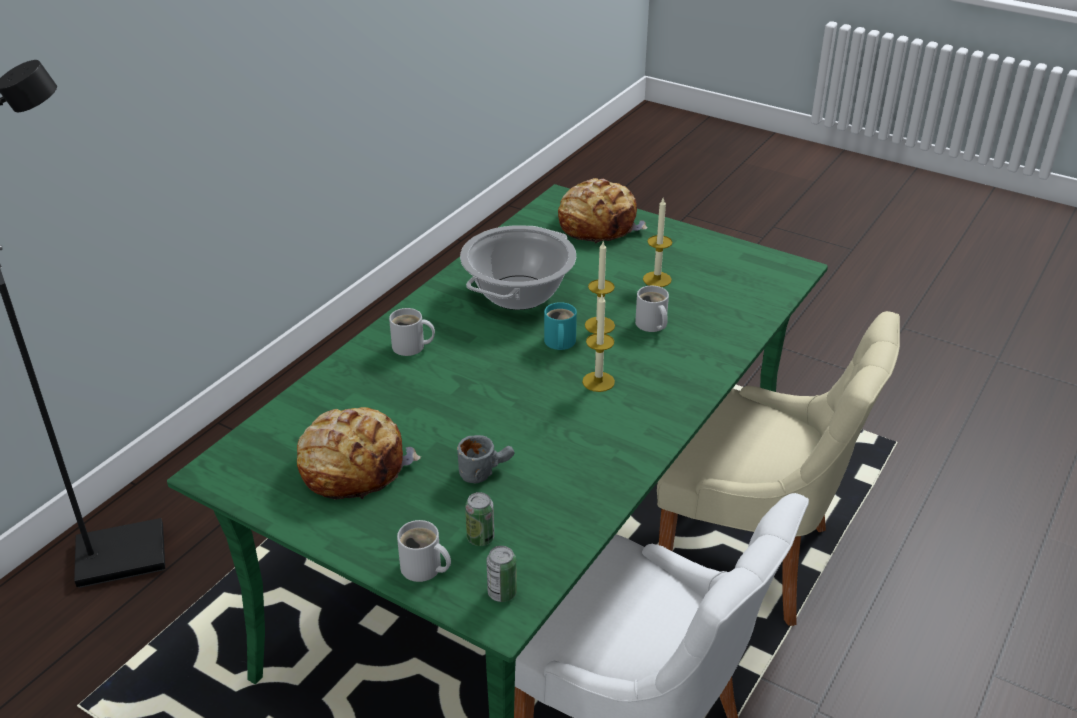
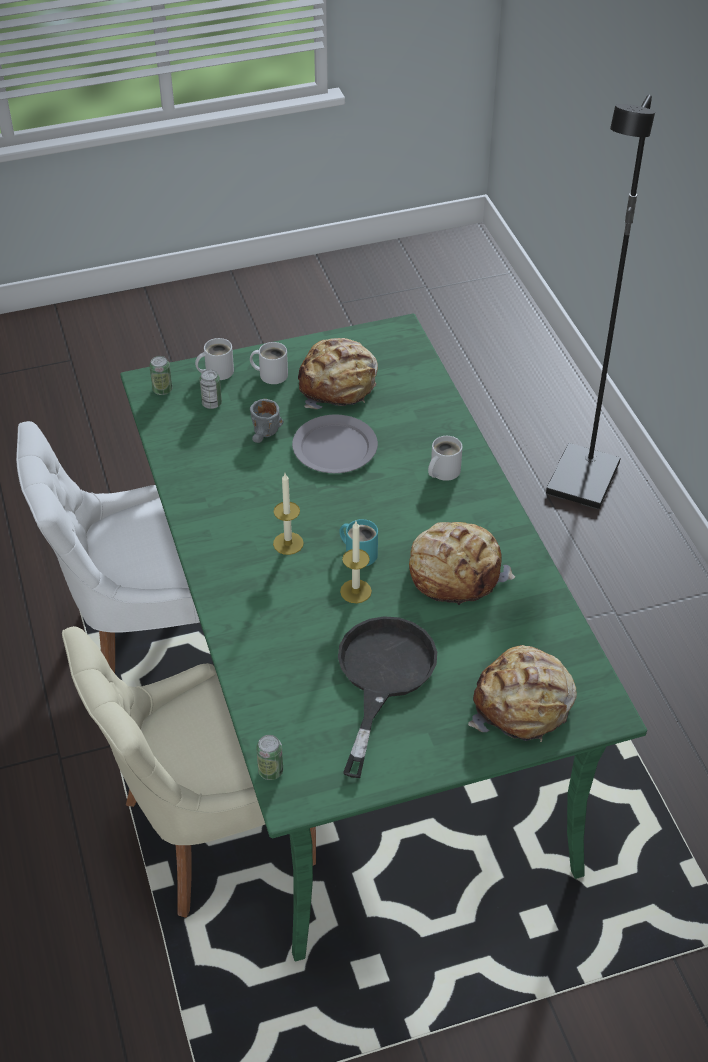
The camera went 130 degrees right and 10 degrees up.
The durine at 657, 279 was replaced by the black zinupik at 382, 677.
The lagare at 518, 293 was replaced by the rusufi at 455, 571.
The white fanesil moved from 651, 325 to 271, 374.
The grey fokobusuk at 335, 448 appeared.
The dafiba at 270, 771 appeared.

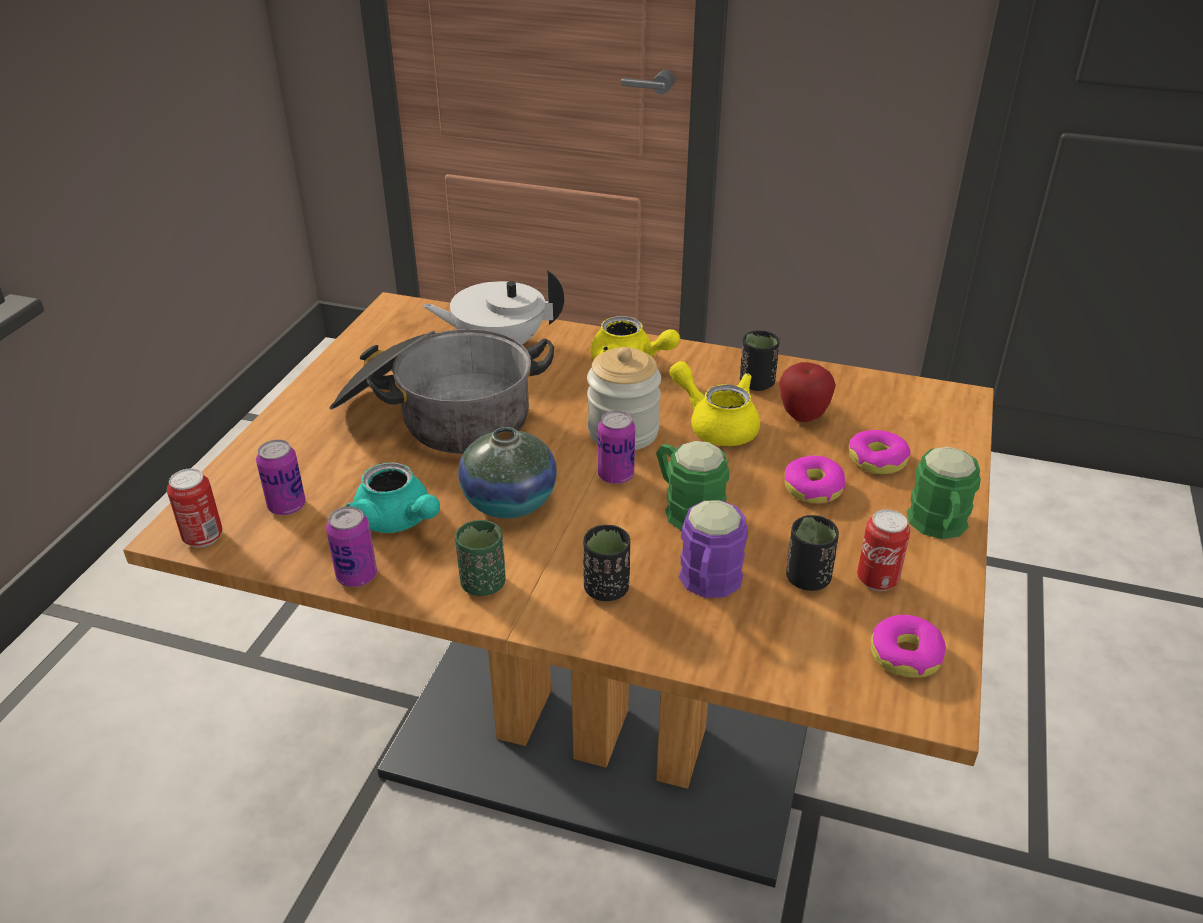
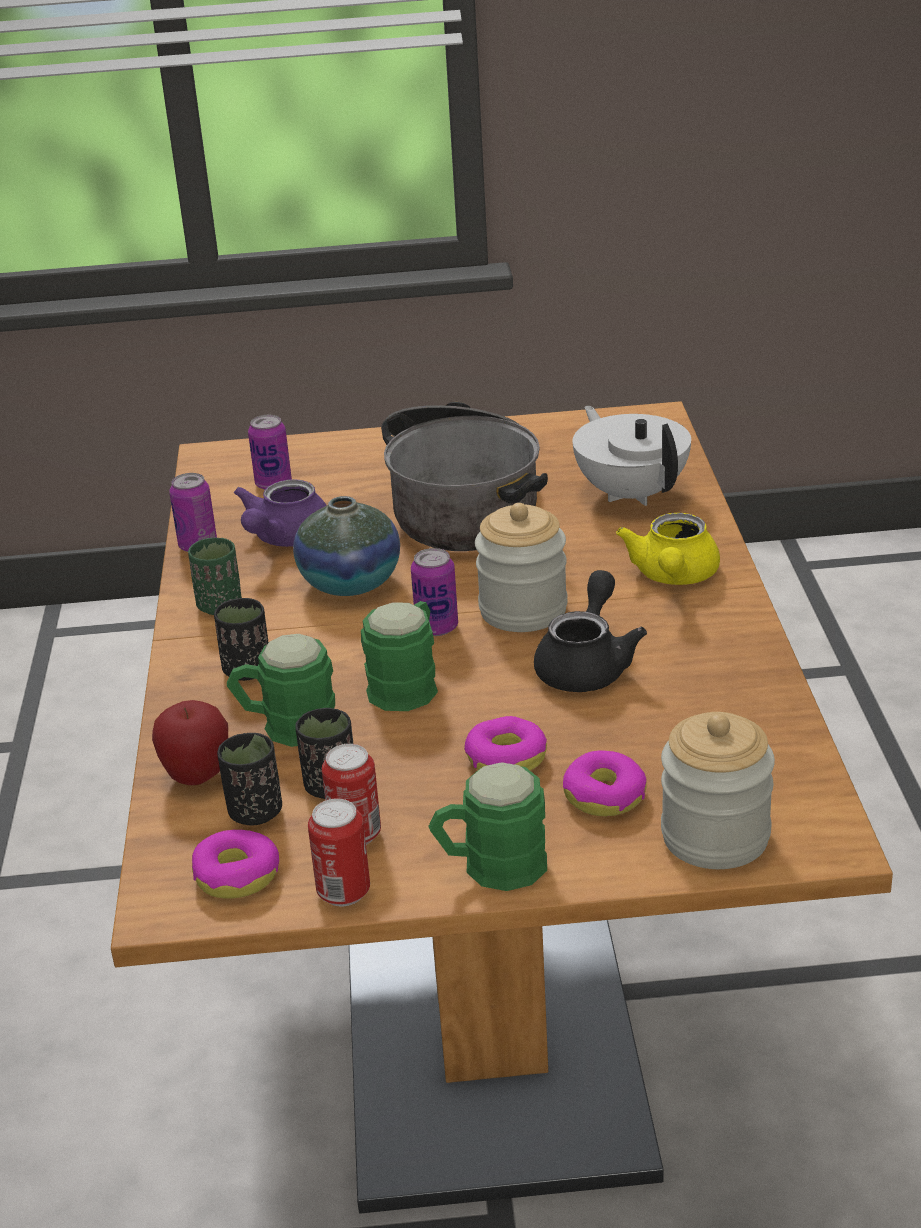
The camera went 70 degrees right and 5 degrees down.
The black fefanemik moved from 756, 383 to 255, 812.
The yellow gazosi at 716, 425 became the black gazosi at 587, 665.
The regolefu moved from 802, 416 to 197, 777.
The turquoise gazosi at 398, 521 became the purple gazosi at 284, 539.
The dafiba moved from 203, 537 to 343, 892.
The purple fanesil at 708, 584 became the green fanesil at 286, 726.
The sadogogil at 715, 836 appeared.

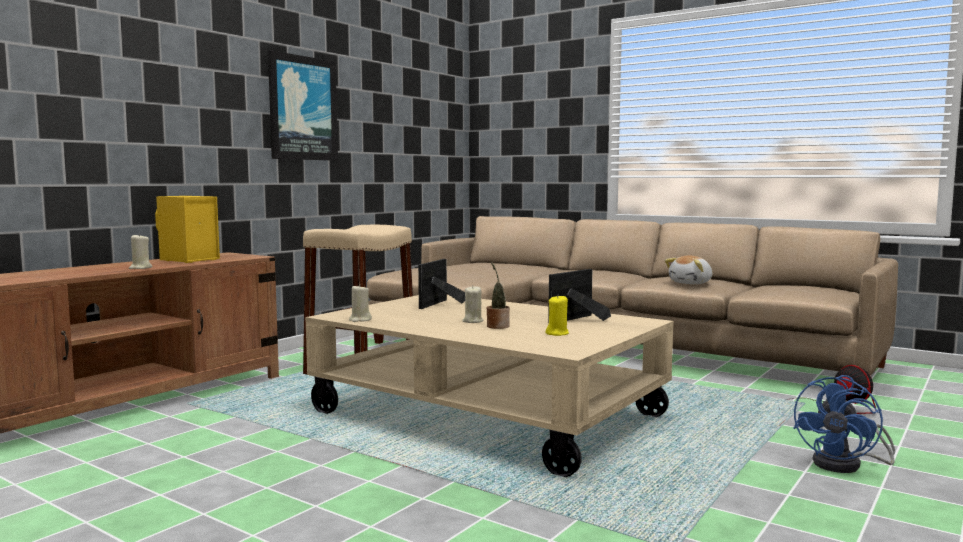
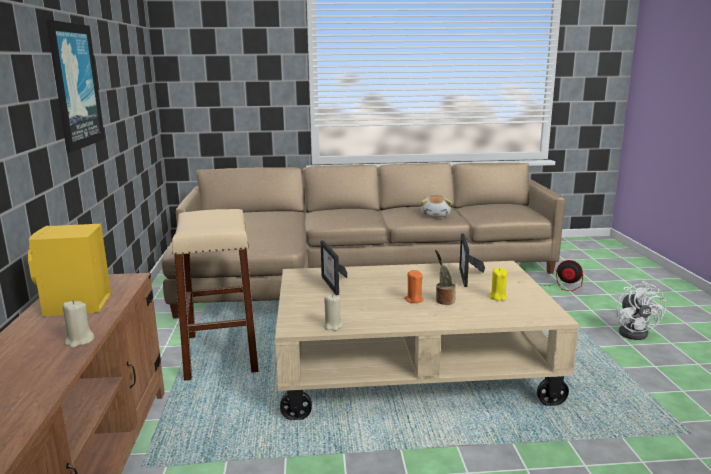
The camera went 40 degrees left and 10 degrees up.
The beige durine at 472, 321 became the orange durine at 413, 300.
The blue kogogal at 846, 465 became the white kogogal at 635, 332.

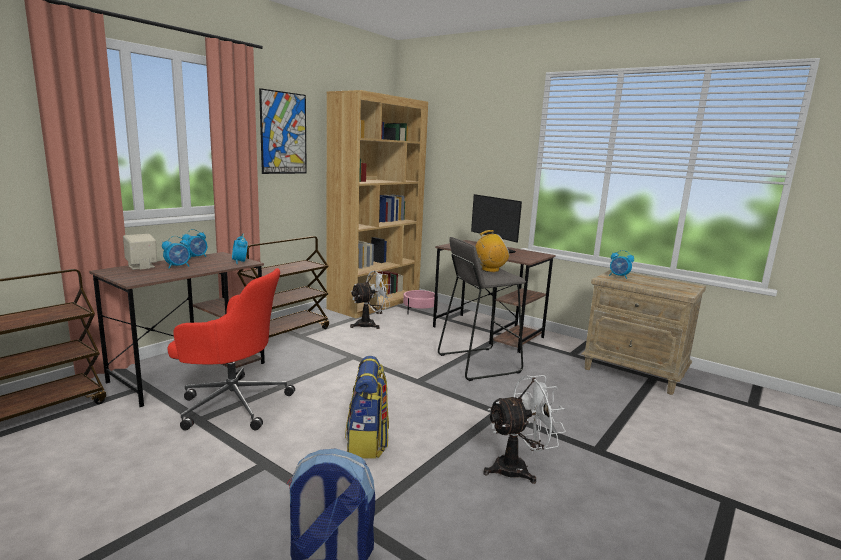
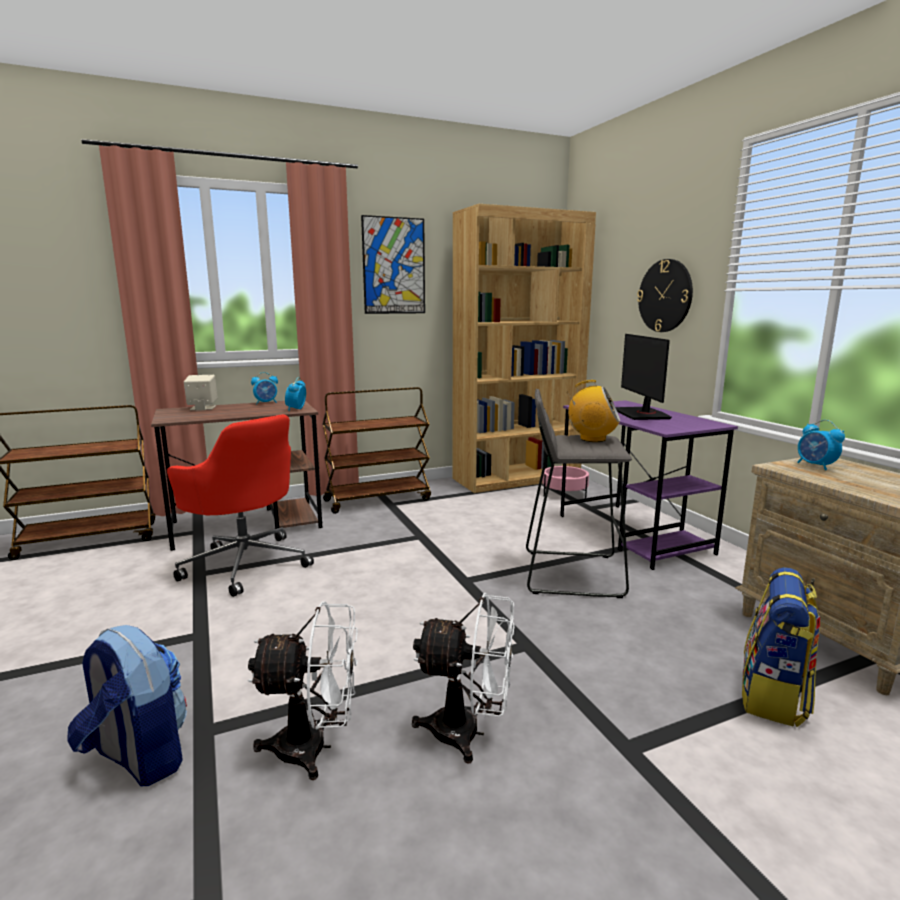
The camera went 30 degrees right and 0 degrees up.
The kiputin at 178, 266 disappeared.
The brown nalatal at 488, 332 became the purple nalatal at 633, 534.
The white kogogal moved from 370, 324 to 315, 748.
The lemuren moved from 367, 443 to 774, 697.
The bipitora at 665, 296 appeared.

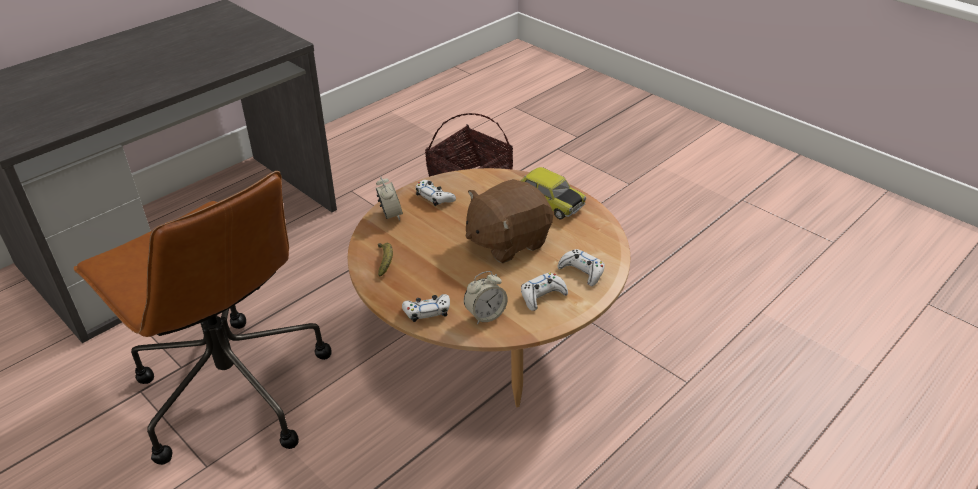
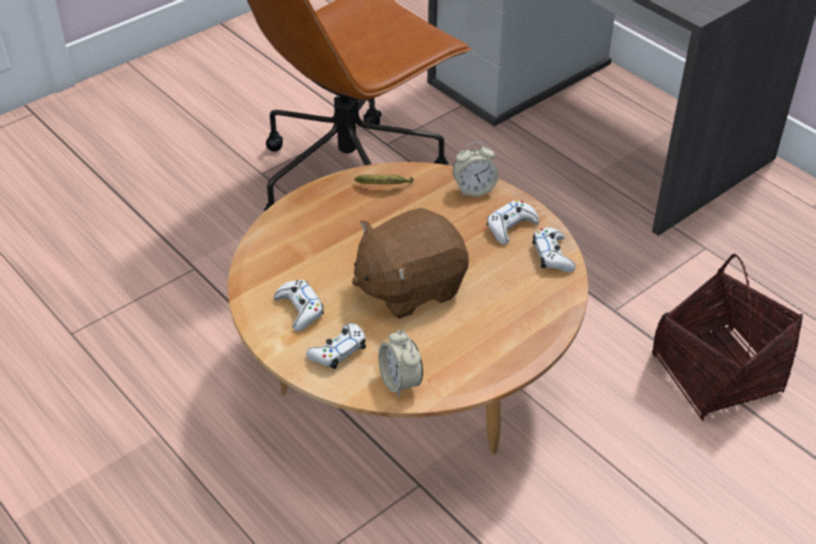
The camera went 95 degrees right and 5 degrees up.
The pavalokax at 549, 203 disappeared.
The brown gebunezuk at 507, 241 turned 90 degrees counterclockwise.
The kiputin moved from 485, 315 to 400, 382.
The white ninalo moved from 427, 311 to 552, 256.

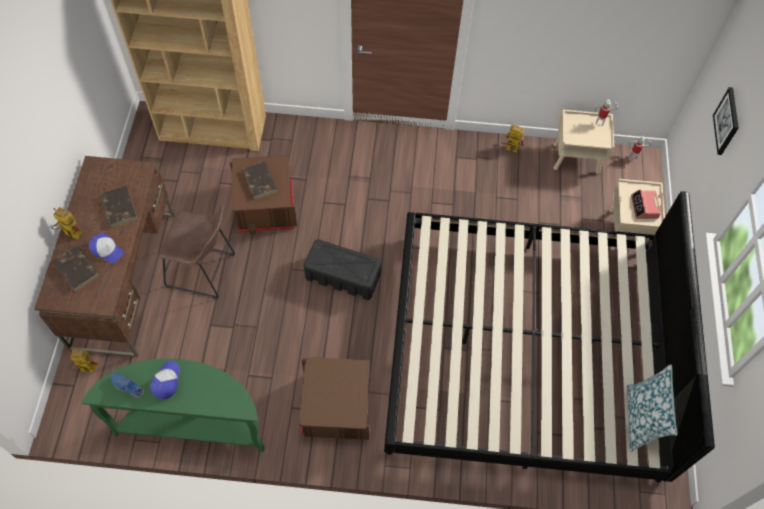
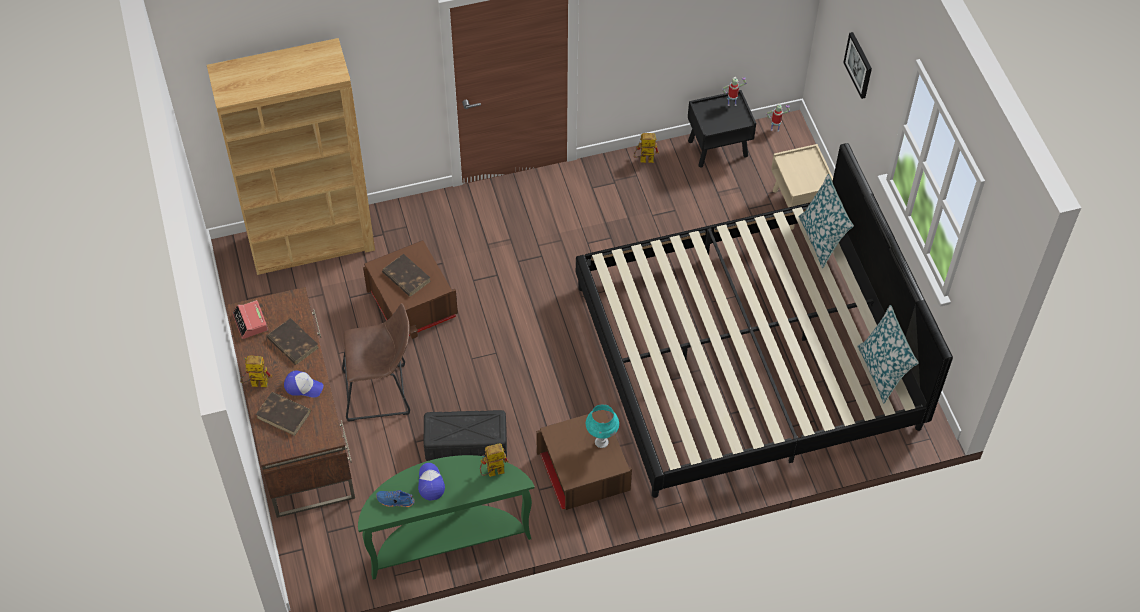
The camera went 20 degrees left and 5 degrees down.
The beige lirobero at 577, 158 became the black lirobero at 718, 148.
The kiputin moved from 644, 207 to 250, 322.
The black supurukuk moved from 342, 276 to 465, 444.
The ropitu moved from 85, 368 to 492, 473.
The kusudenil at 821, 239 appeared.
The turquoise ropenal at 601, 442 appeared.

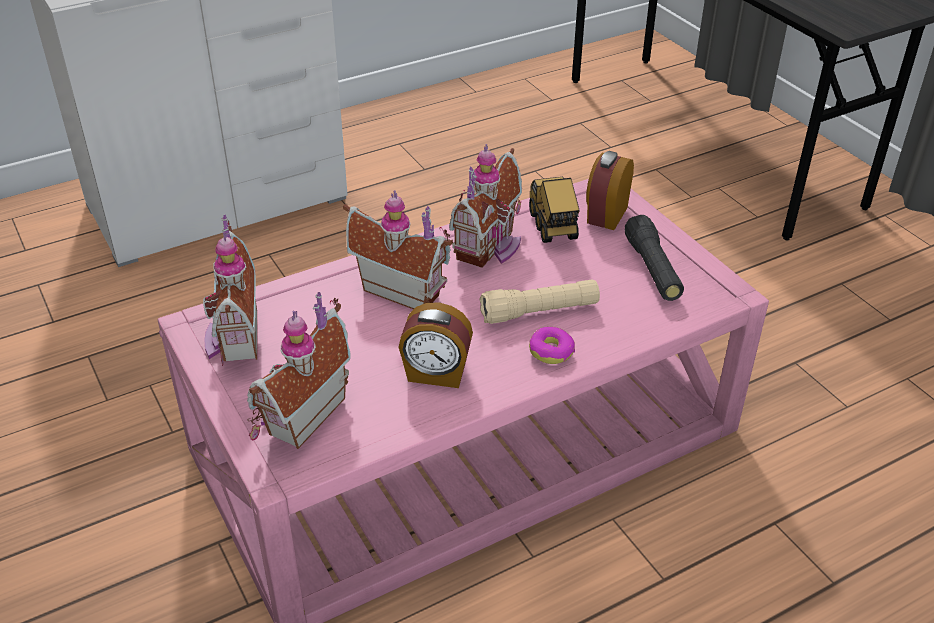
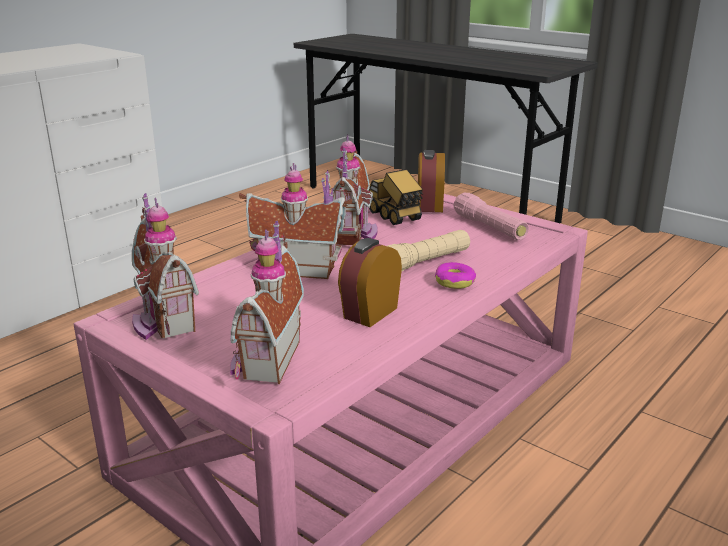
The camera went 20 degrees left and 15 degrees down.
The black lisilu at 652, 269 became the pink lisilu at 489, 228.
The kiputin at 436, 374 turned 135 degrees clockwise.

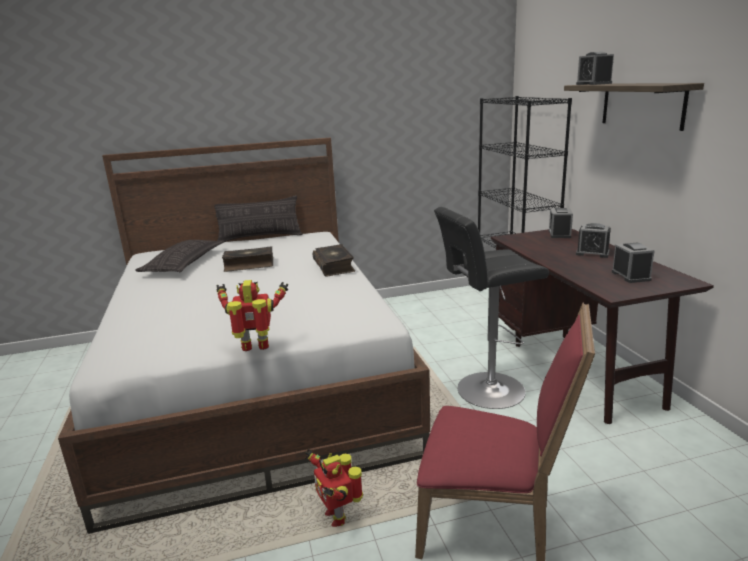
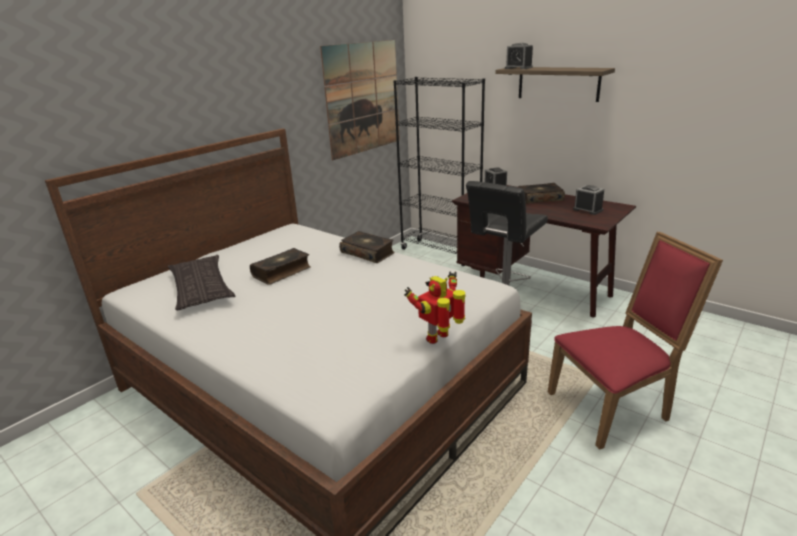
The camera went 35 degrees left and 5 degrees up.
The kusudenil at 260, 238 disappeared.
The kiputin at 592, 253 was replaced by the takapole at 539, 199.
The ropitu at 337, 516 disappeared.
The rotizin at 363, 98 appeared.

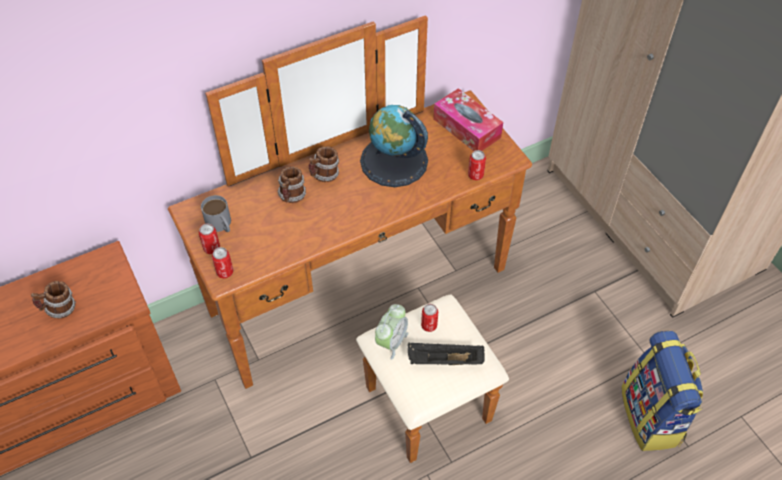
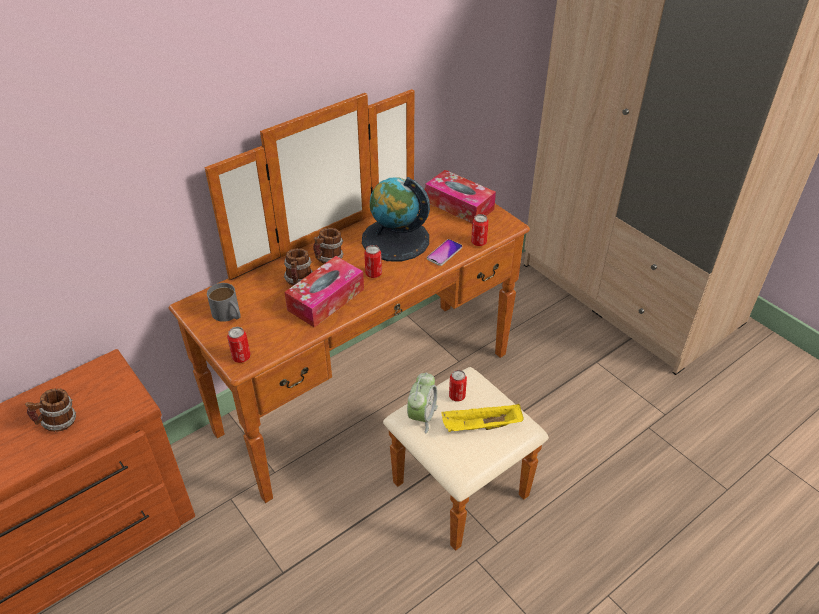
The camera went 10 degrees left and 10 degrees down.
The dafiba moved from 212, 248 to 373, 274.
The lemuren at 652, 416 disappeared.
The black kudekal at 444, 361 became the yellow kudekal at 480, 427.
The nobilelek at 444, 253 appeared.
The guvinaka at 326, 299 appeared.

